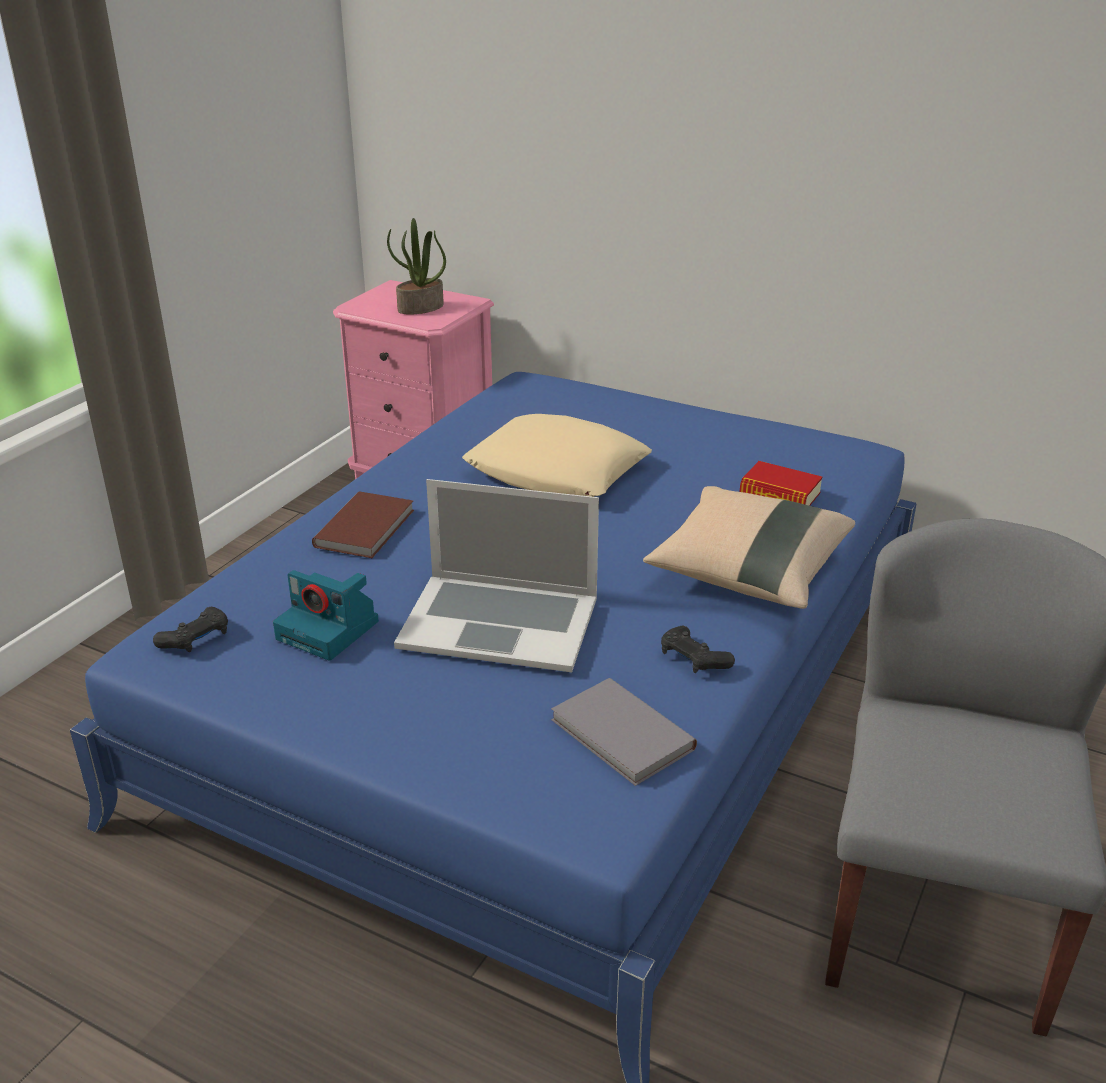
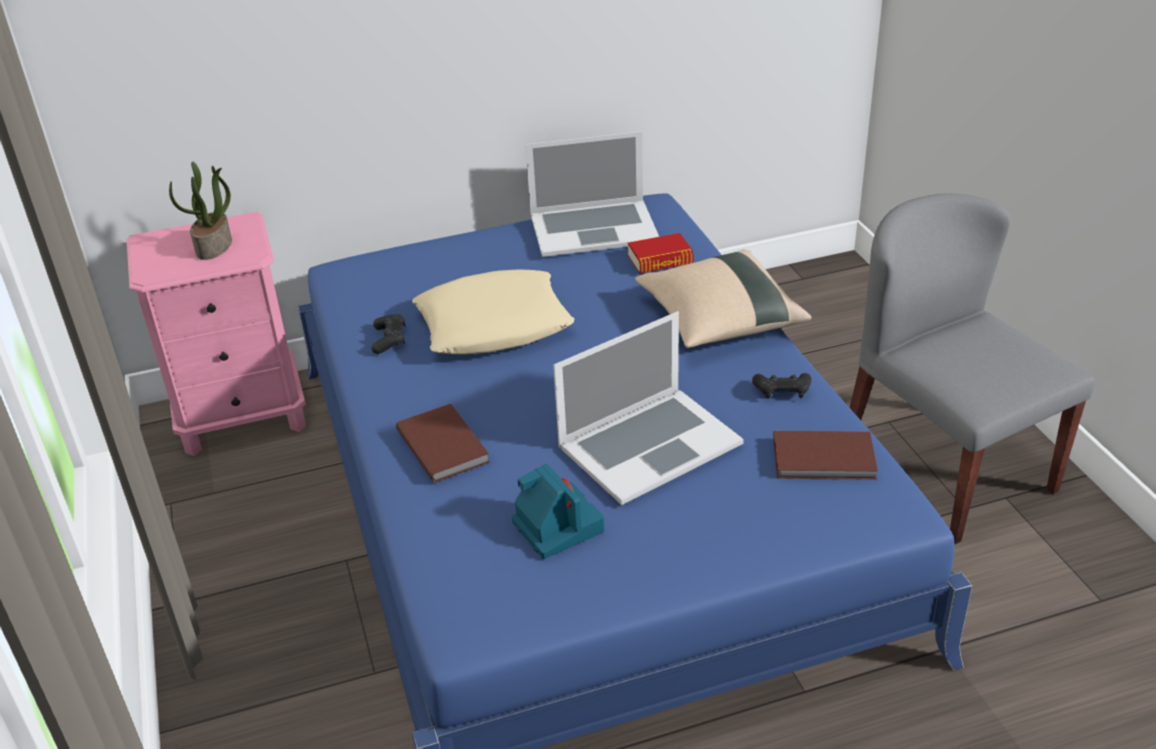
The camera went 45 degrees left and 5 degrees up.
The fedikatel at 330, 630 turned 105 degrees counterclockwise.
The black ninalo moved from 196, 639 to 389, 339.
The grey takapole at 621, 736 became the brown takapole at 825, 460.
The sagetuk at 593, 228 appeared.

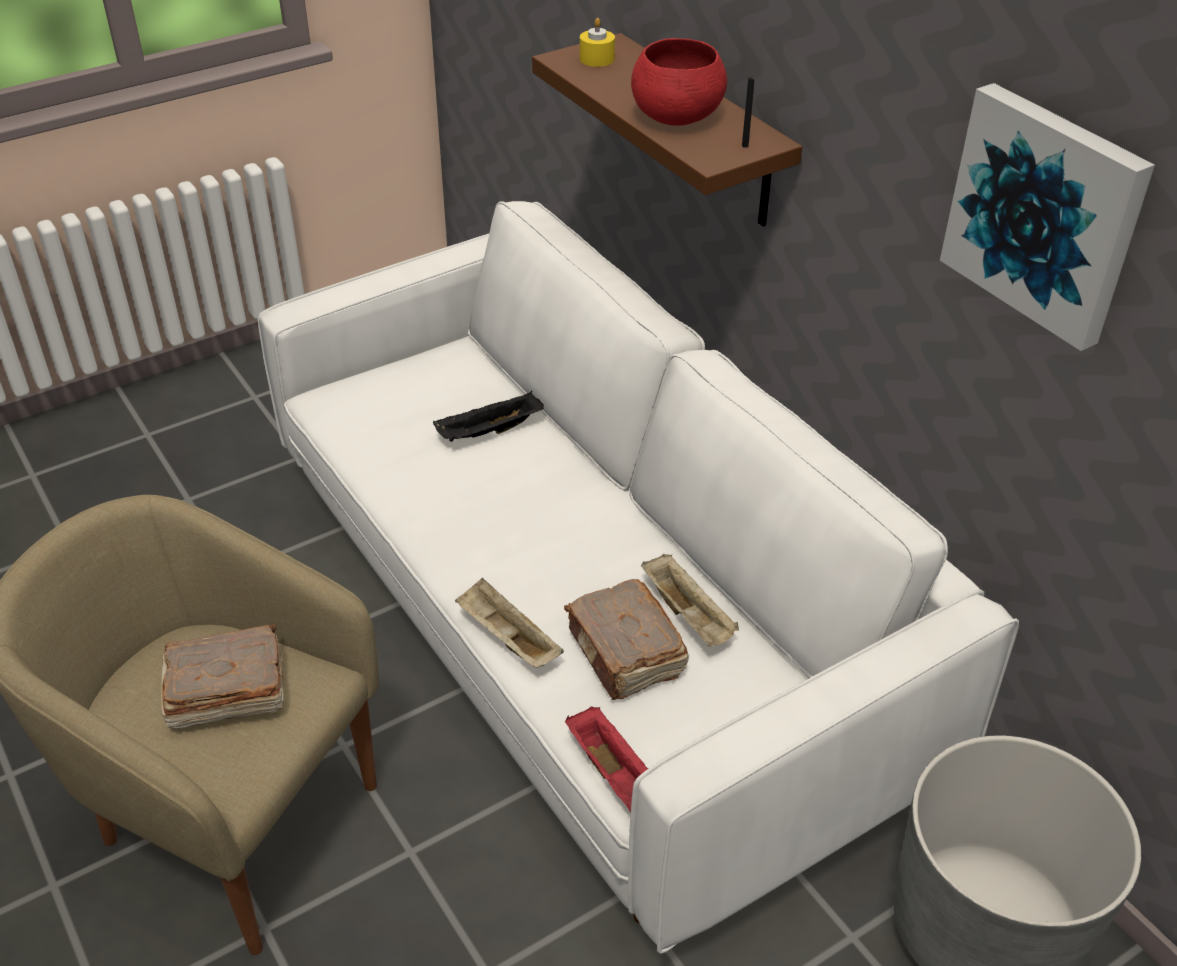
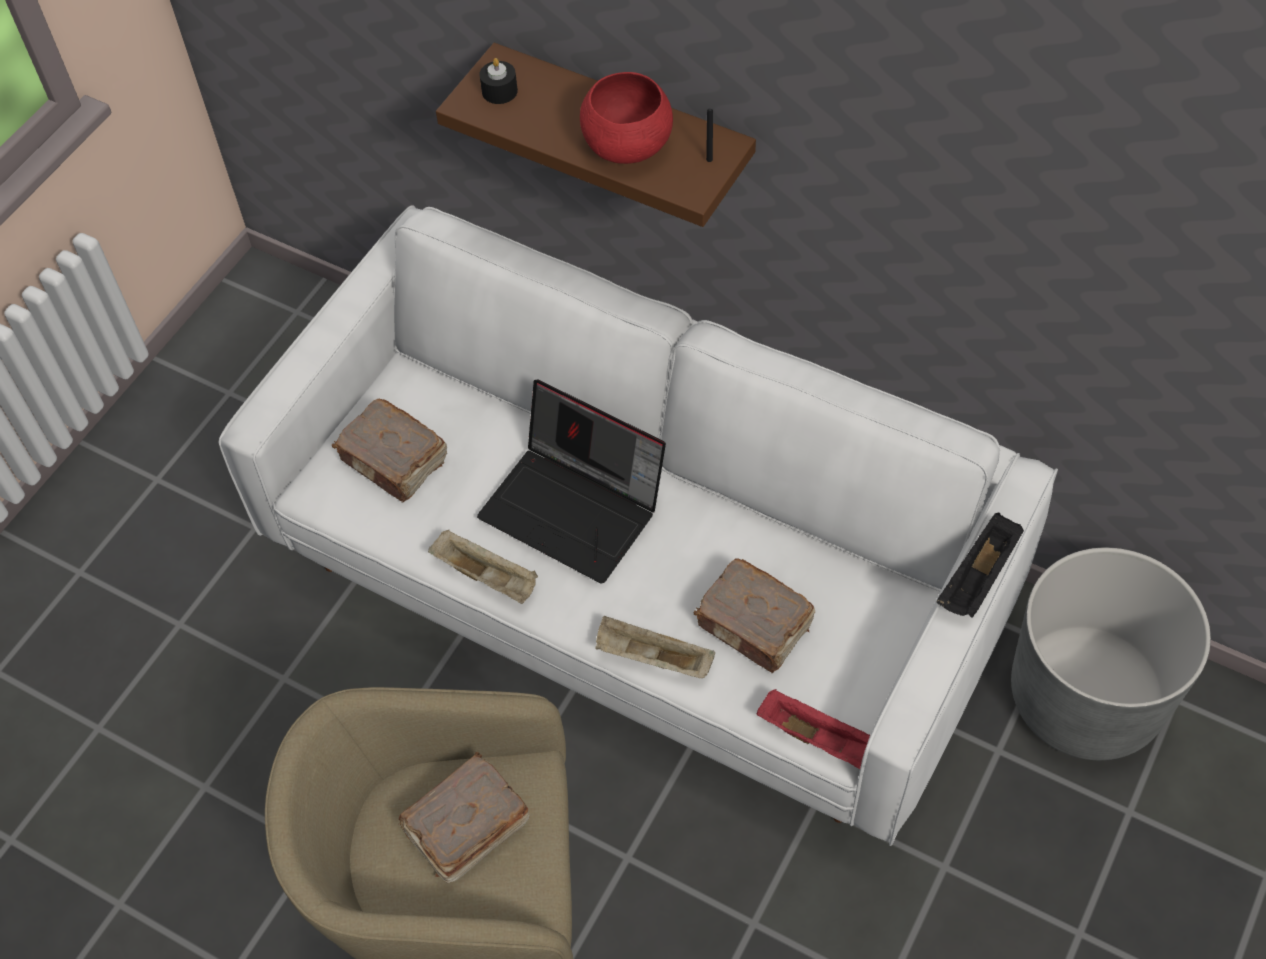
The camera went 25 degrees left and 15 degrees up.
The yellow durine at 597, 59 became the black durine at 499, 91.
The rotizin at 1046, 213 disappeared.
The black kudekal moved from 489, 432 to 978, 578.
The beige kudekal moved from 689, 615 to 487, 576.
The sagetuk at 575, 508 appeared.
The brown takapole at 394, 461 appeared.

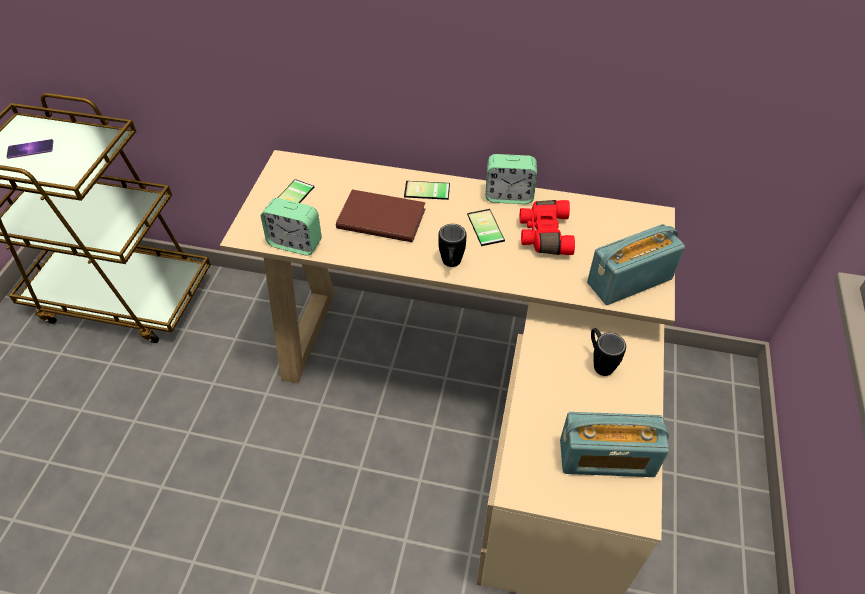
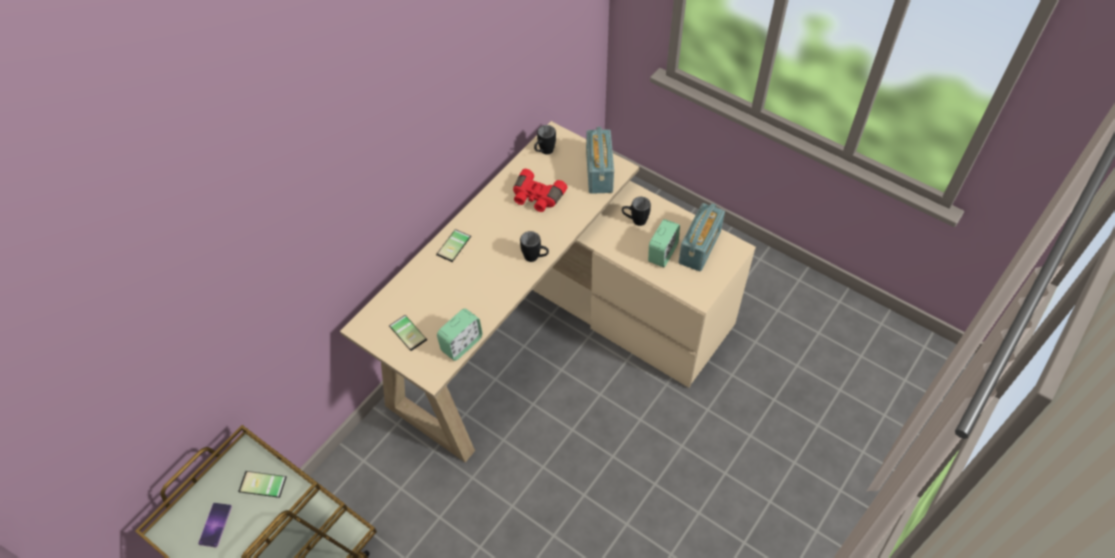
The camera went 65 degrees left and 5 degrees up.
The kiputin moved from 509, 196 to 662, 253.
The brown takapole at 381, 217 disappeared.
The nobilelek moved from 483, 228 to 261, 486.
The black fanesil at 544, 152 appeared.

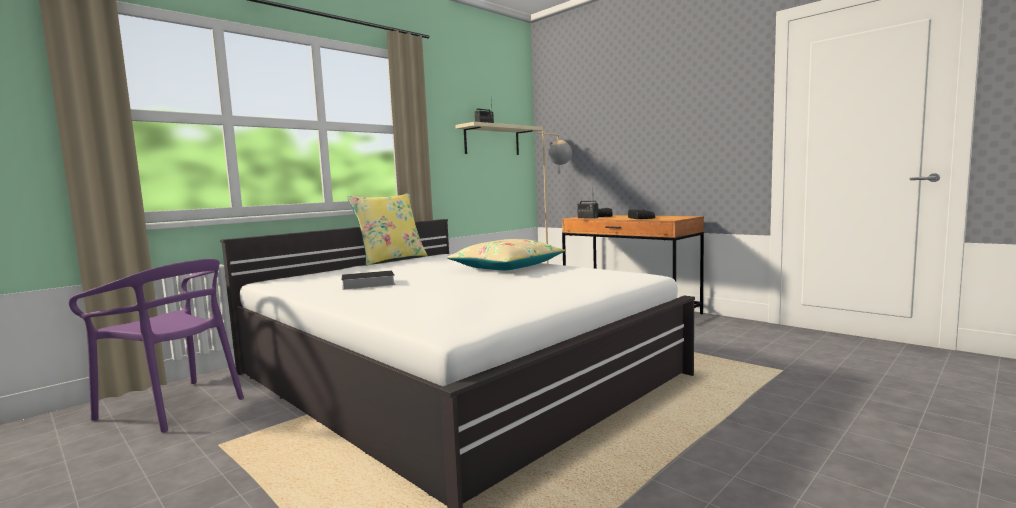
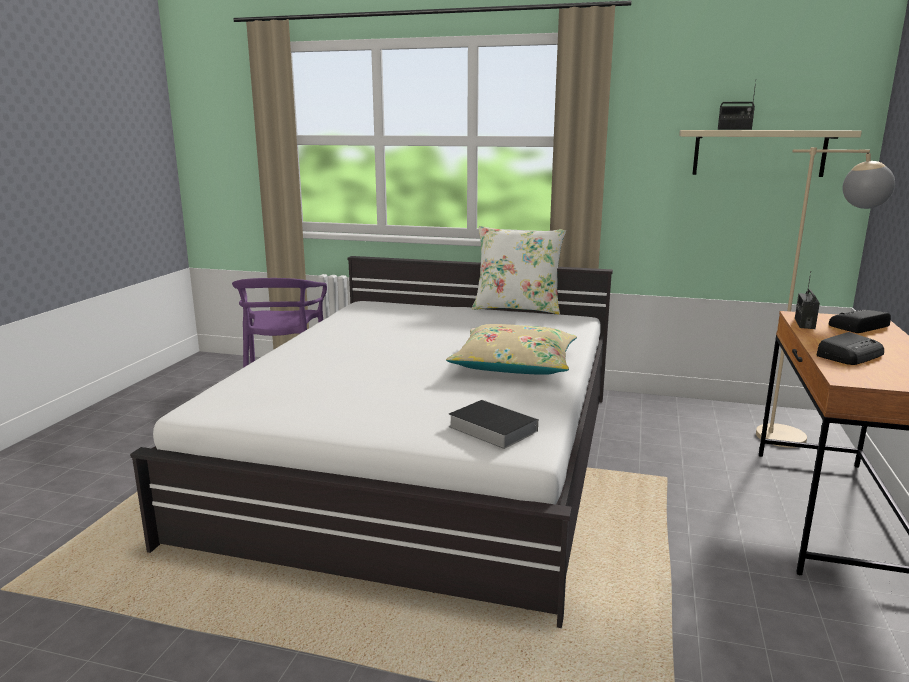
The camera went 60 degrees right and 10 degrees up.
The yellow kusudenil at 391, 259 became the white kusudenil at 517, 308.
The takapole moved from 366, 284 to 489, 428.

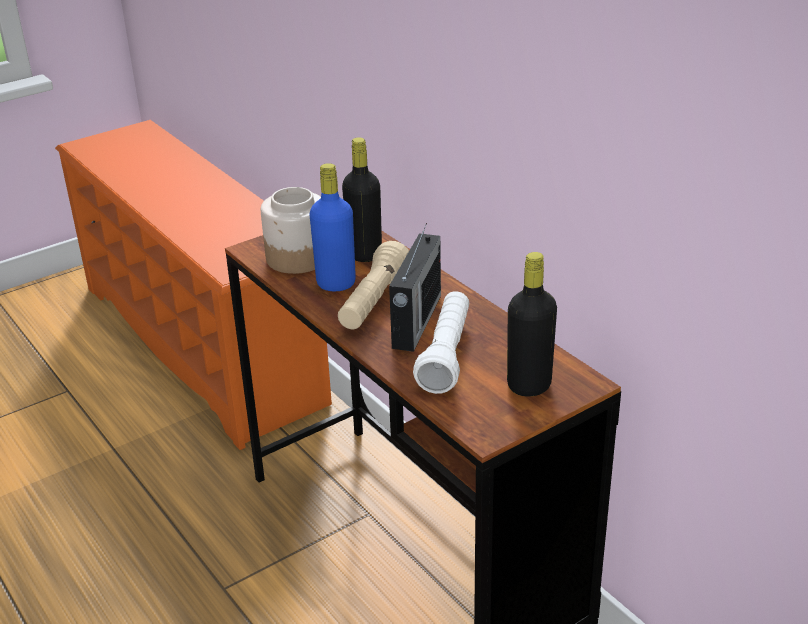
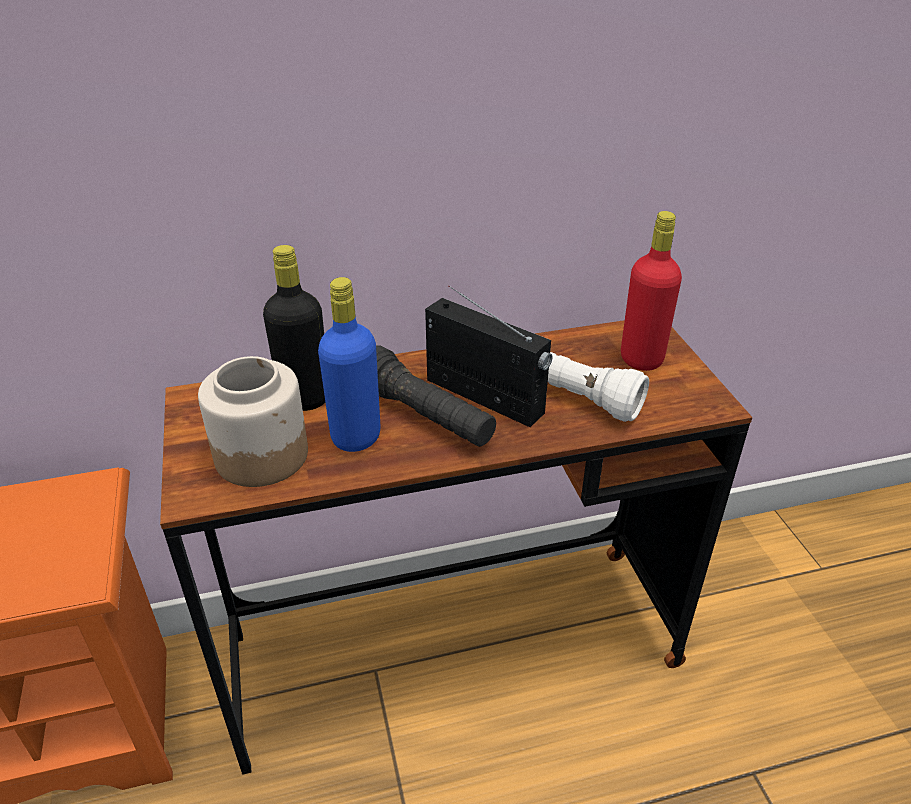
The camera went 70 degrees left and 5 degrees up.
The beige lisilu at 374, 303 became the black lisilu at 424, 417.
The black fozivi at 529, 385 became the red fozivi at 641, 359.

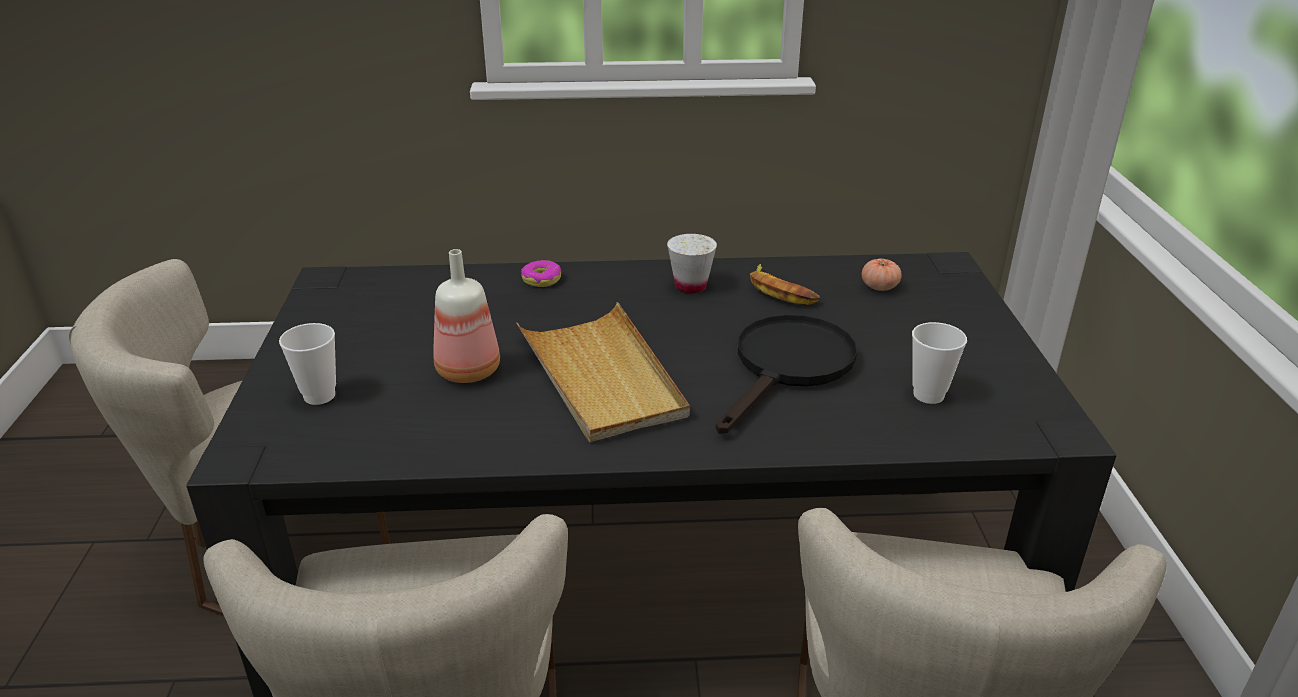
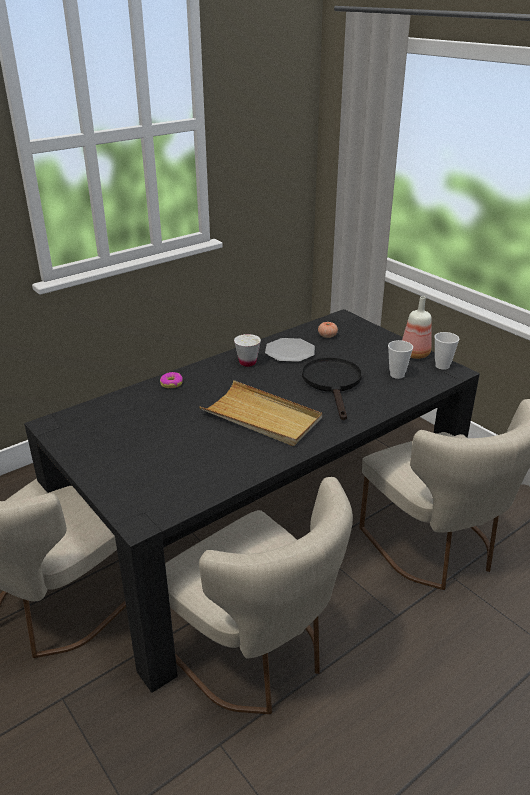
The camera went 35 degrees left and 0 degrees up.
The fozivi moved from 466, 371 to 414, 354.
The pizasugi at 781, 291 was replaced by the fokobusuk at 290, 351.
The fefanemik moved from 319, 396 to 442, 366.

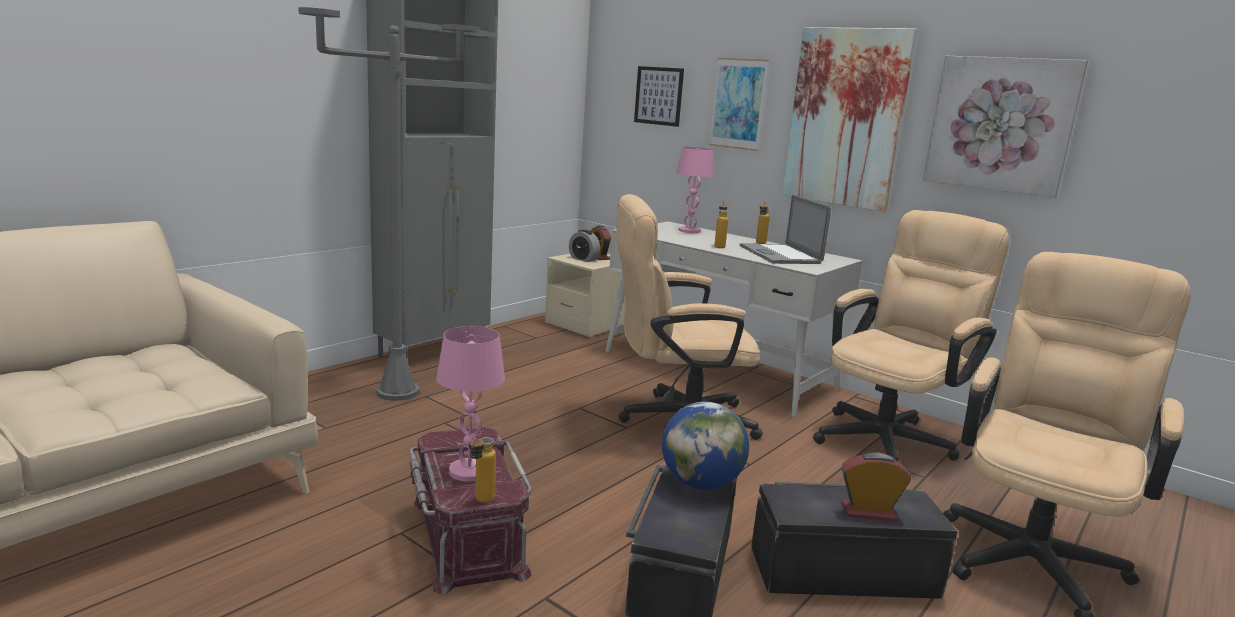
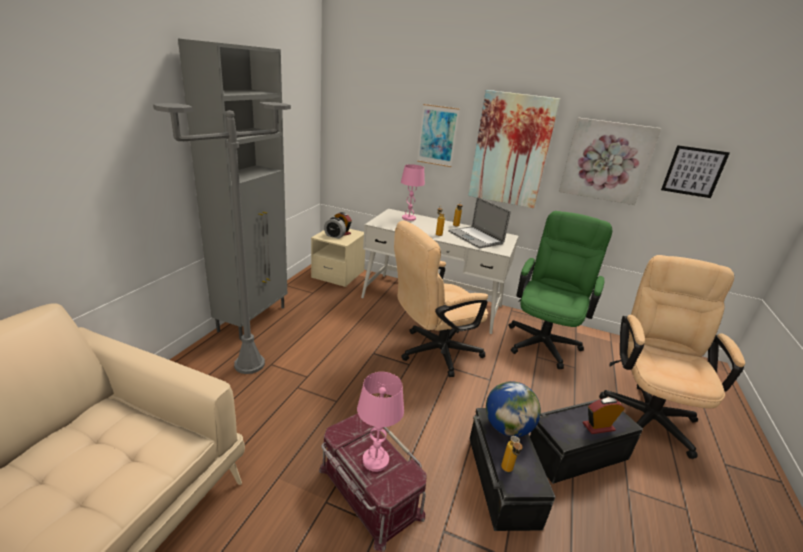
The camera went 20 degrees left and 10 degrees up.
The rotizin moved from 658, 96 to 693, 171.
The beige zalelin at 890, 437 became the green zalelin at 544, 340.
The fozivi moved from 480, 502 to 507, 471.

